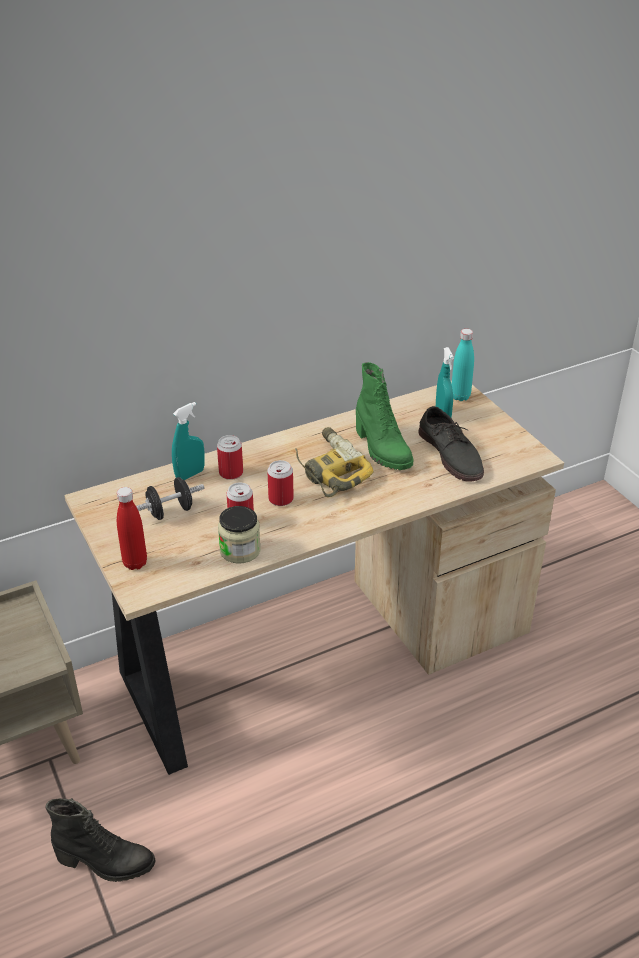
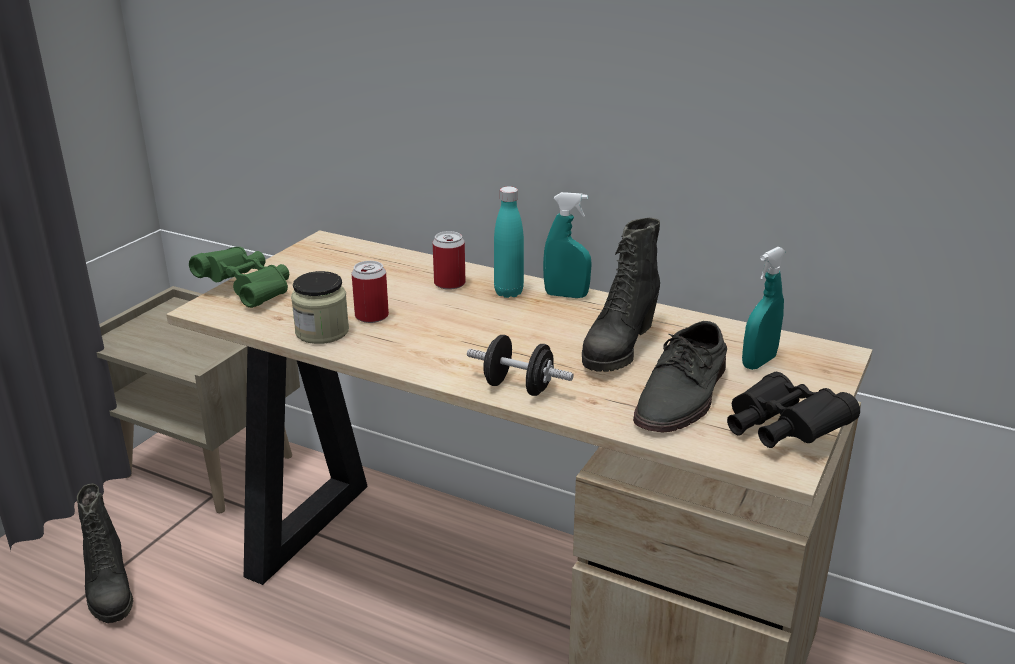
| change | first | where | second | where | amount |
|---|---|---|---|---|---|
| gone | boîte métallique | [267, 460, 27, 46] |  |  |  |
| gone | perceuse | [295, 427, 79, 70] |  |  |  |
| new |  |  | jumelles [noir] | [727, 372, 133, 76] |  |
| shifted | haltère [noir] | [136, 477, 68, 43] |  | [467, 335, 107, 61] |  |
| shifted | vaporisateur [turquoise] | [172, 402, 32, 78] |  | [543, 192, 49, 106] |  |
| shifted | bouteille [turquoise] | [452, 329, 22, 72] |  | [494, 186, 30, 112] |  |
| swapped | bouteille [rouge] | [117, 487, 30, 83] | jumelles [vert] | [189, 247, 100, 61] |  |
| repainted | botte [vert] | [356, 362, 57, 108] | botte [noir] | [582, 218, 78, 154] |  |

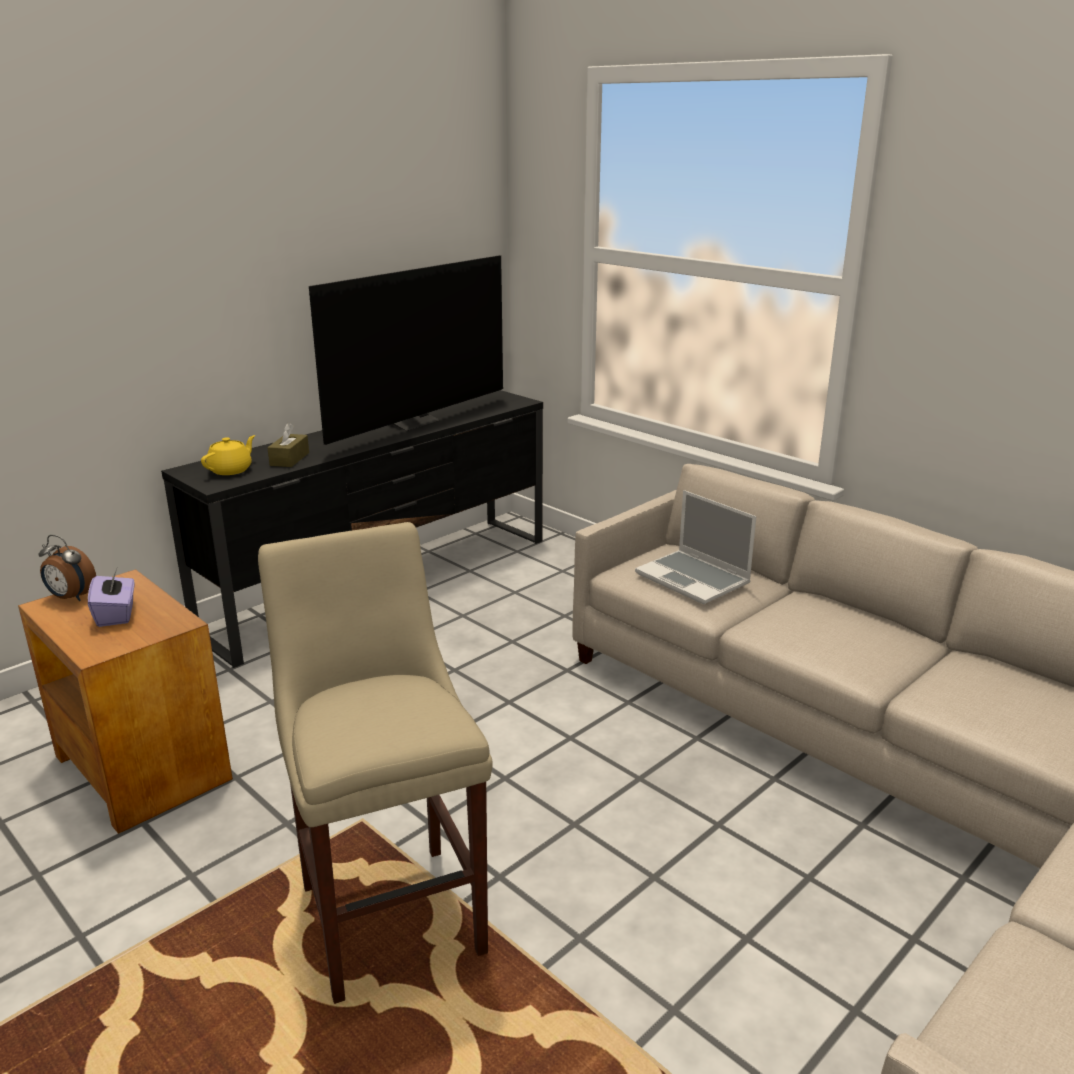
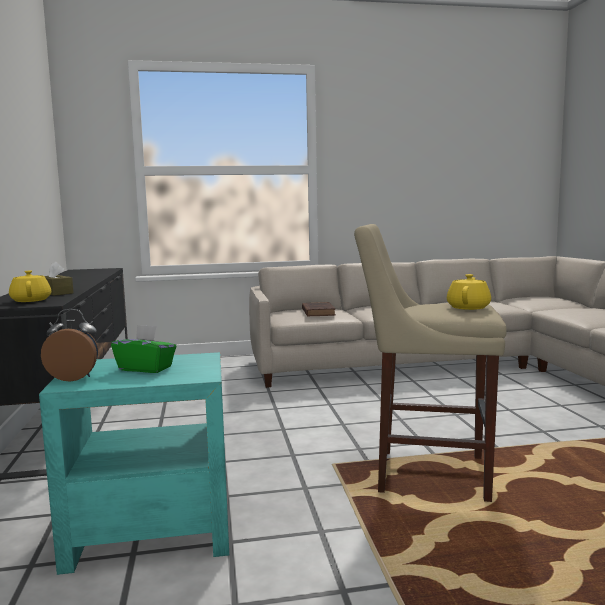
| change | first | where | second | where | amount |
|---|---|---|---|---|---|
| gone | téléviseur | [309, 255, 194, 190] |  |  |  |
| new |  |  | théière [jaune] | [447, 274, 44, 36] |  |
| swapped | ordinateur portable | [635, 490, 121, 115] | livre [marron] | [302, 302, 34, 15] |  |
| repainted | table d'appoint [marron] | [18, 569, 215, 265] | table d'appoint [turquoise] | [39, 352, 190, 223] |  |
| repainted | boîte à mouchoirs [violet] | [88, 568, 47, 59] | boîte à mouchoirs [vert] | [111, 325, 66, 48] |  |
| rotated | réveil | [38, 535, 58, 66] |  | [41, 309, 57, 72] | 150 degrees counterclockwise |

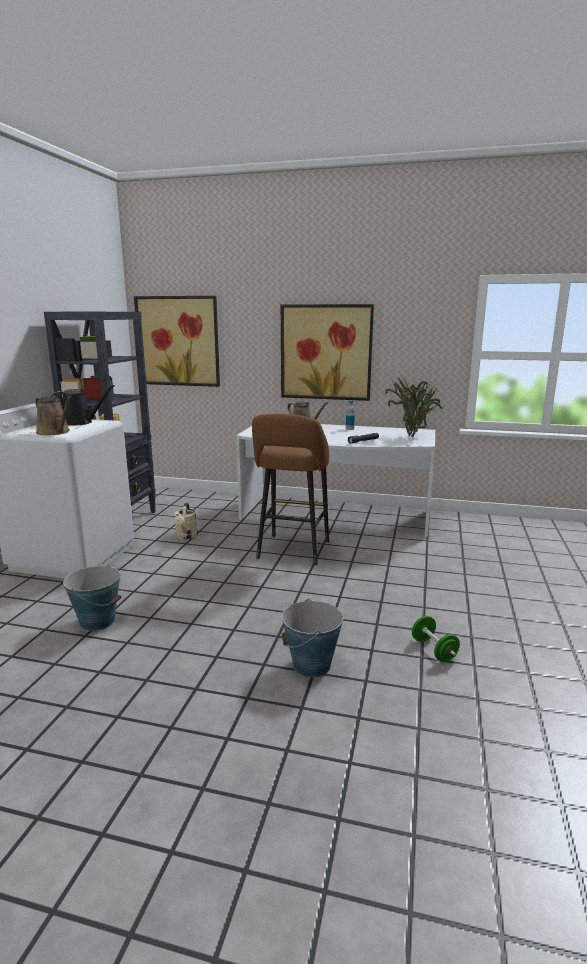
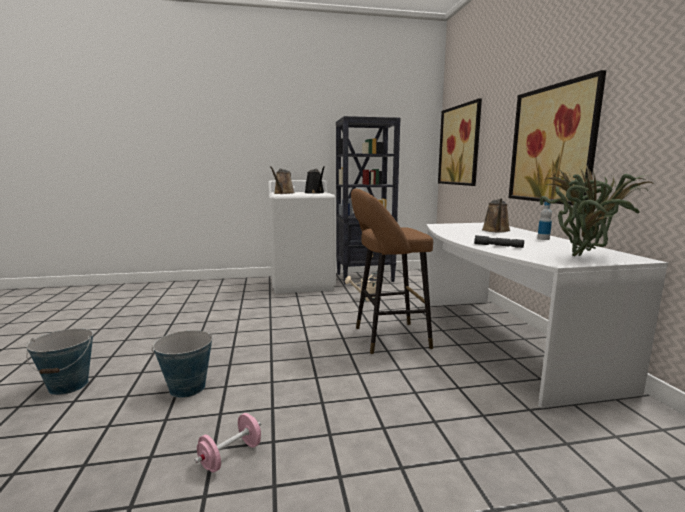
| change | first | where | second | where | amount |
|---|---|---|---|---|---|
| shifted | seau | [63, 564, 59, 67] |  | [26, 328, 67, 67] |  |
| repainted | haltère [vert] | [412, 616, 48, 46] | haltère [rose] | [194, 413, 67, 60] |  |

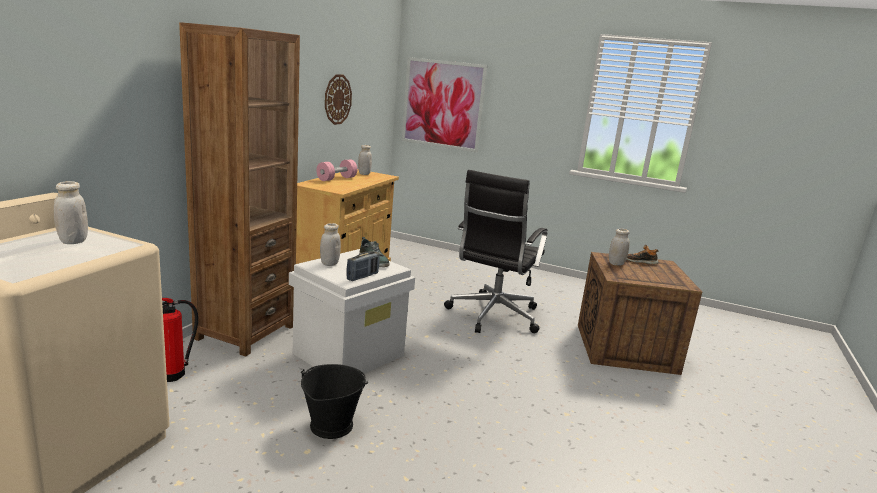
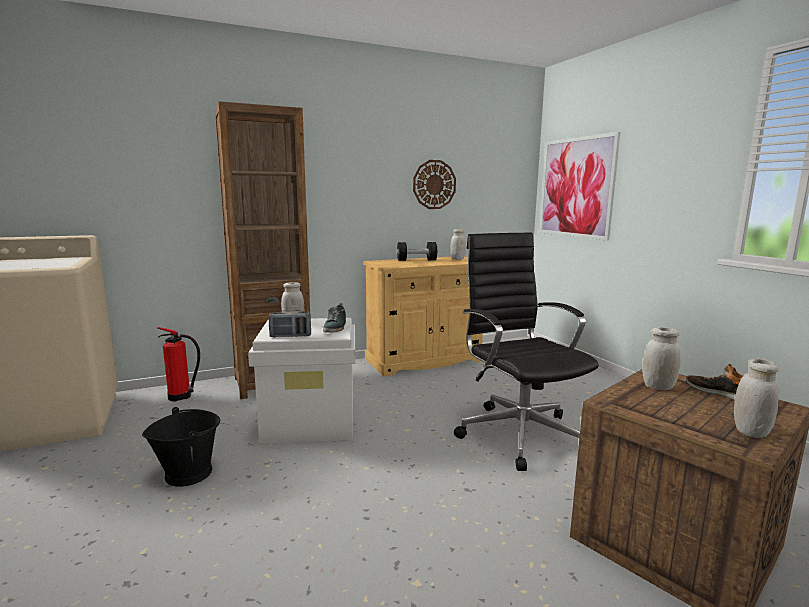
| change | first | where | second | where | amount |
|---|---|---|---|---|---|
| shifted | bocal [blanc] | [54, 181, 34, 63] |  | [734, 359, 45, 79] |  |
| repainted | haltère [rose] | [316, 159, 41, 22] | haltère [noir] | [397, 242, 40, 19] |  |
| rotated | chaise de bureau [noir] | [444, 170, 103, 163] |  | [454, 232, 145, 239] | 90 degrees clockwise |

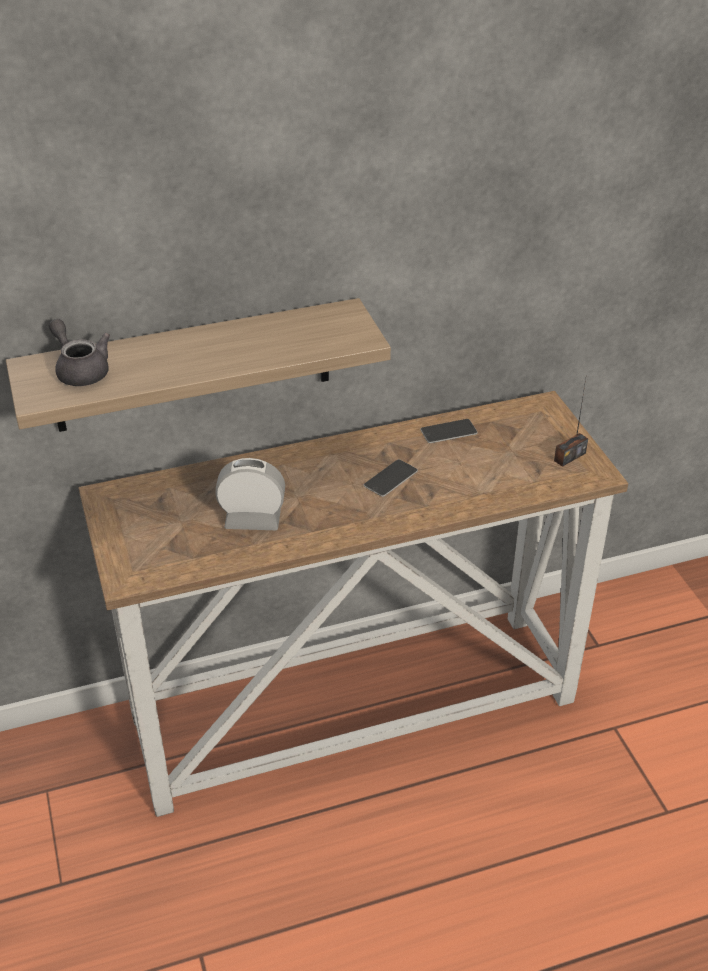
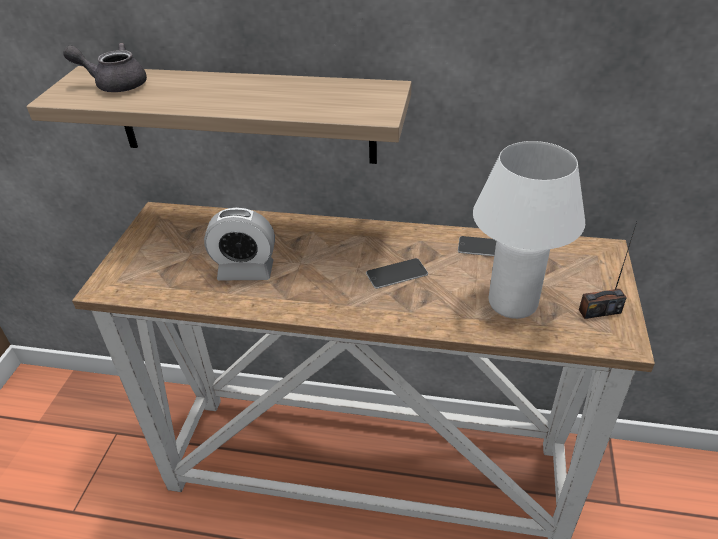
| change | first | where | second | where | amount |
|---|---|---|---|---|---|
| new |  |  | lampe de table [blanc] | [473, 141, 112, 178] |  |
| rotated | théière [gris] | [49, 319, 61, 67] |  | [63, 43, 84, 49] | 75 degrees counterclockwise |
| rotated | réveil | [215, 458, 70, 72] |  | [204, 207, 71, 74] | 150 degrees clockwise |

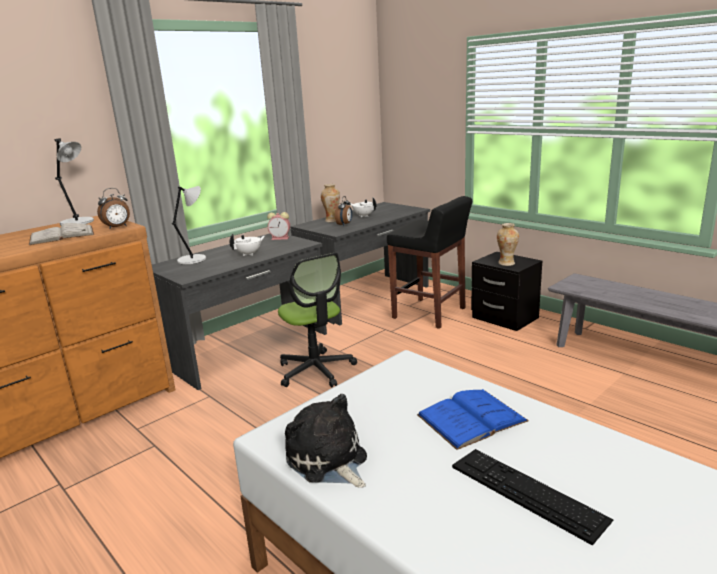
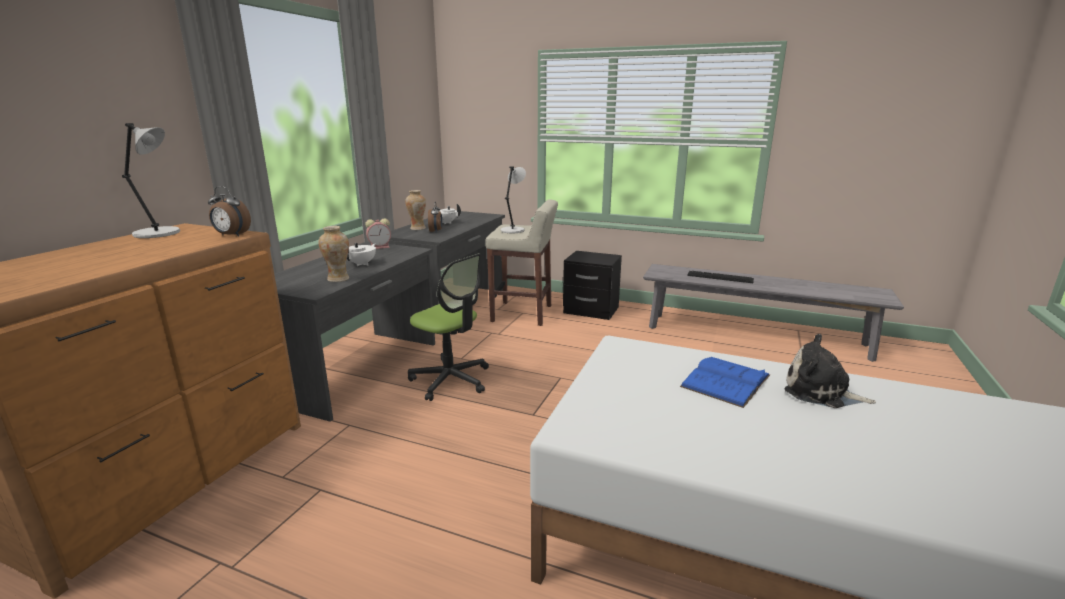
| change | first | where | second | where | amount |
|---|---|---|---|---|---|
| gone | livre [blanc] | [29, 223, 65, 22] |  |  |  |
| shifted | lampe de table [gris] | [172, 186, 34, 79] |  | [501, 166, 25, 67] |  |
| shifted | peluche | [285, 394, 82, 94] |  | [784, 334, 92, 74] |  |
| shifted | clavier | [452, 449, 162, 97] |  | [687, 271, 67, 12] |  |
| shifted | vase | [497, 223, 22, 43] |  | [318, 226, 31, 56] |  |
| repainted | tabouret [noir] | [387, 196, 85, 132] | tabouret [beige] | [485, 199, 73, 127] |  |
| rotated | réveil | [97, 188, 33, 41] |  | [208, 186, 43, 51] | 75 degrees clockwise |

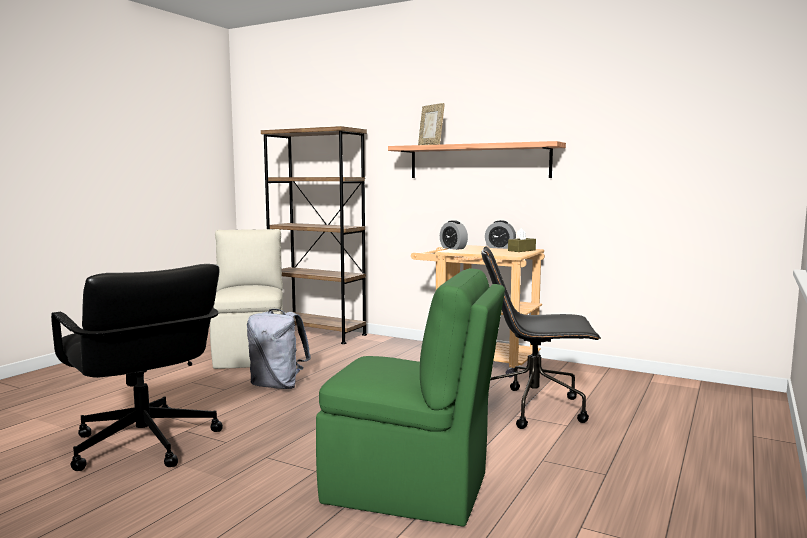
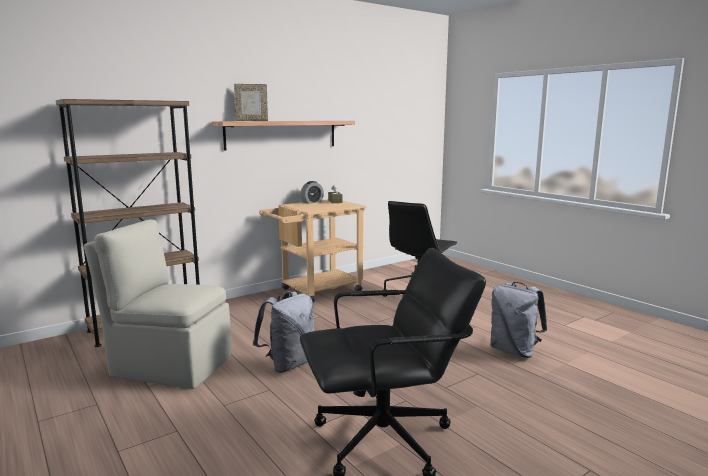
| change | first | where | second | where | amount |
|---|---|---|---|---|---|
| gone | réveil | [440, 220, 28, 30] |  |  |  |
| swapped | chaise [vert] | [316, 268, 189, 259] | sac à dos [gris] | [490, 282, 57, 76] |  |

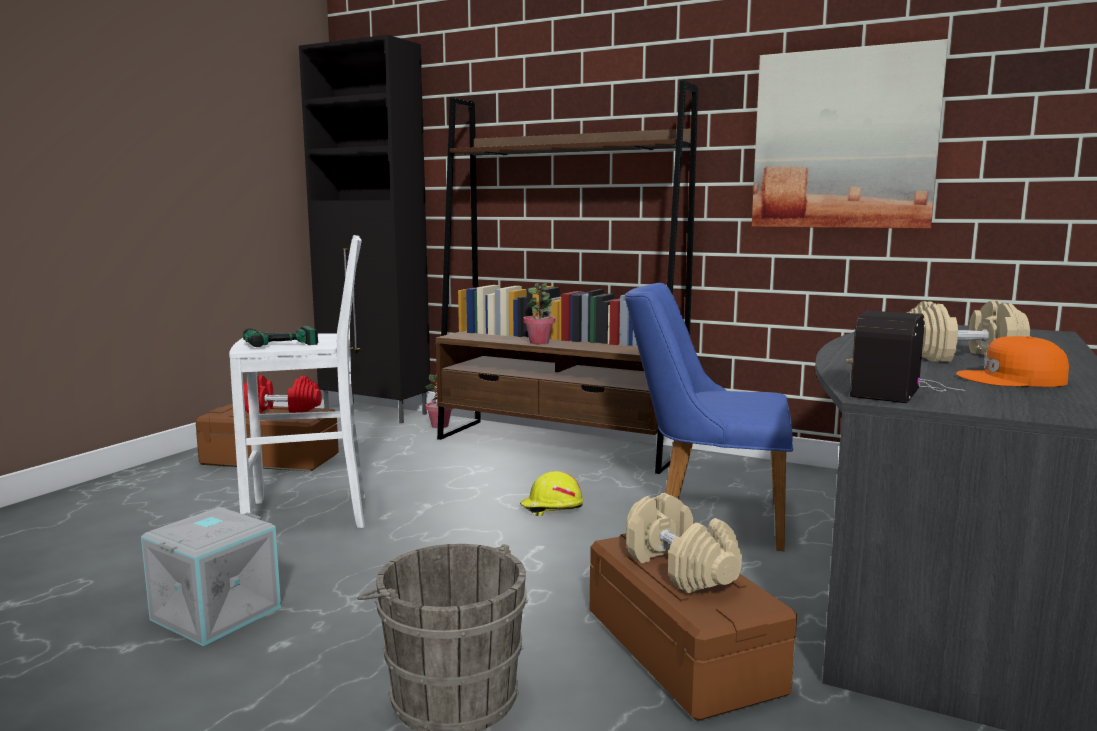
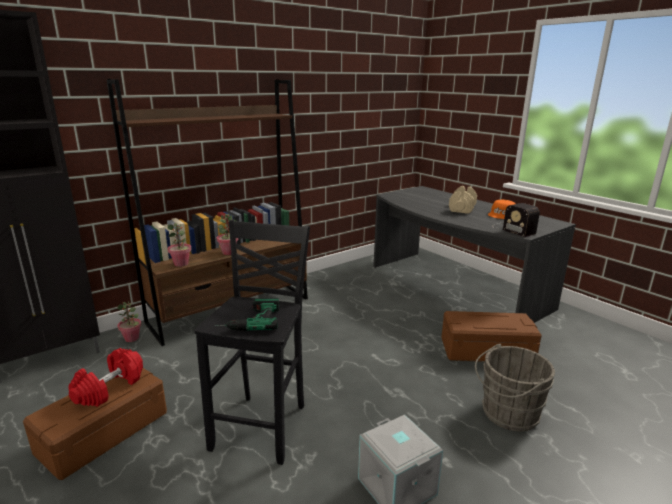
| change | first | where | second | where | amount |
|---|---|---|---|---|---|
| gone | casque de chantier [jaune] | [520, 471, 63, 45] |  |  |  |
| gone | chaise [bleu] | [625, 283, 168, 268] |  |  |  |
| gone | haltère [beige] | [626, 493, 116, 100] |  |  |  |
| gone | tableau | [752, 39, 196, 190] |  |  |  |
| new |  |  | plante en pot | [167, 223, 25, 44] |  |
| repainted | tabouret [blanc] | [229, 235, 136, 293] | tabouret [noir] | [194, 220, 116, 245] |  |

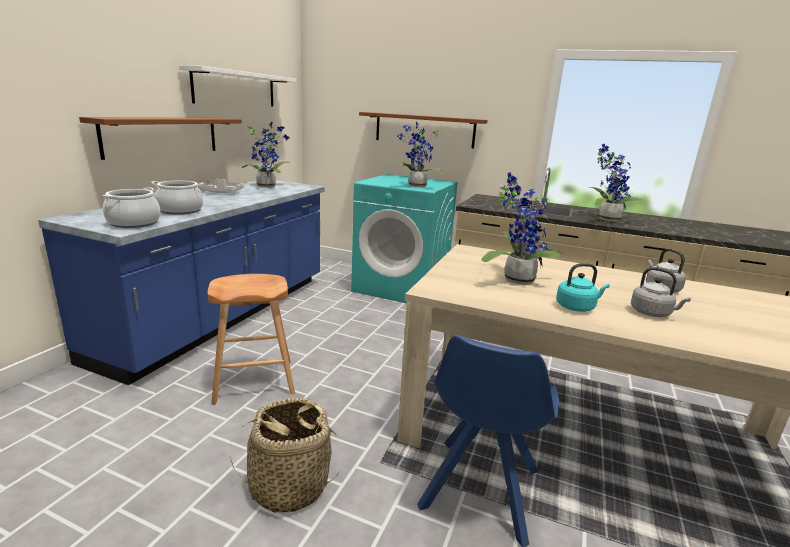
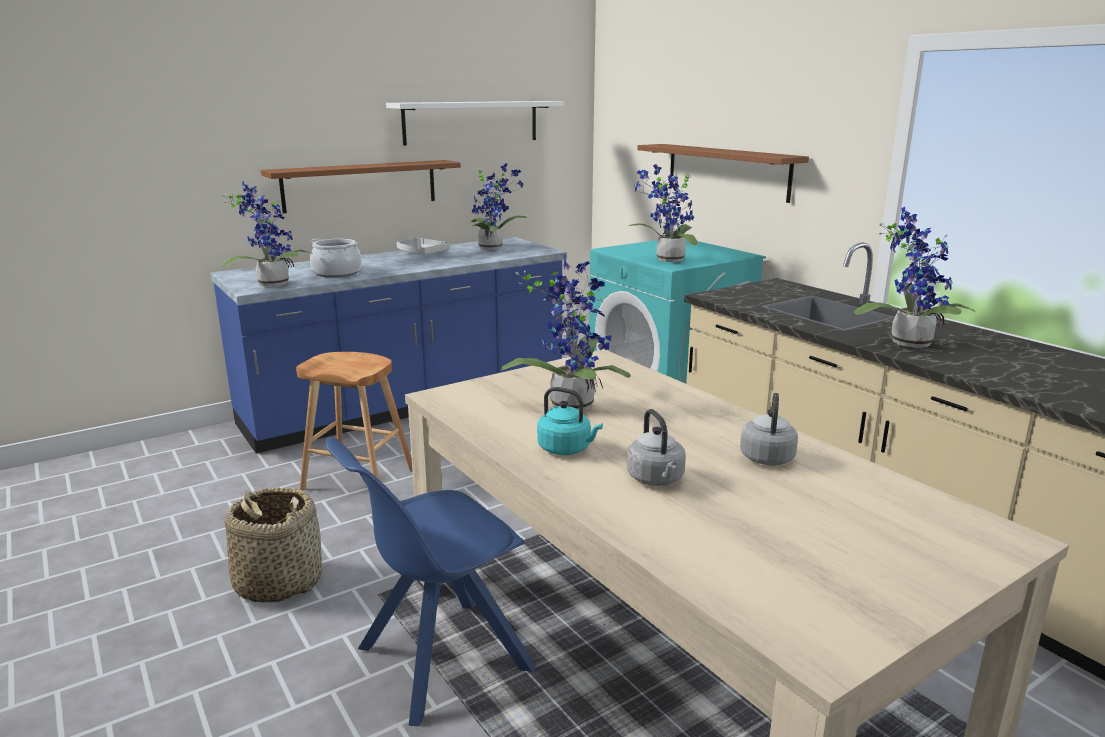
| change | first | where | second | where | amount |
|---|---|---|---|---|---|
| swapped | marmite | [102, 187, 58, 41] | plante en pot | [221, 181, 91, 105] |  |

